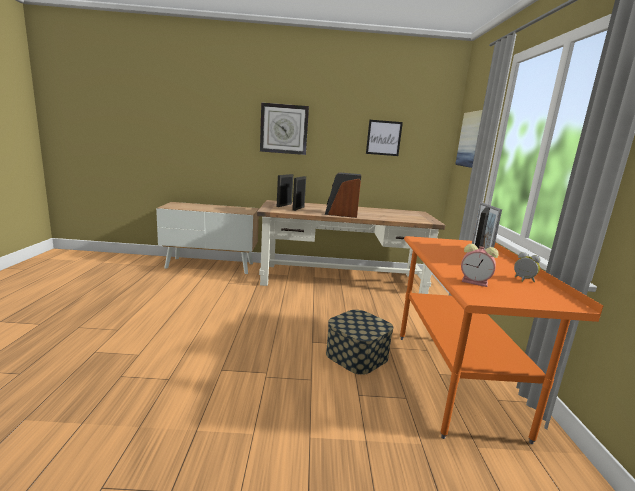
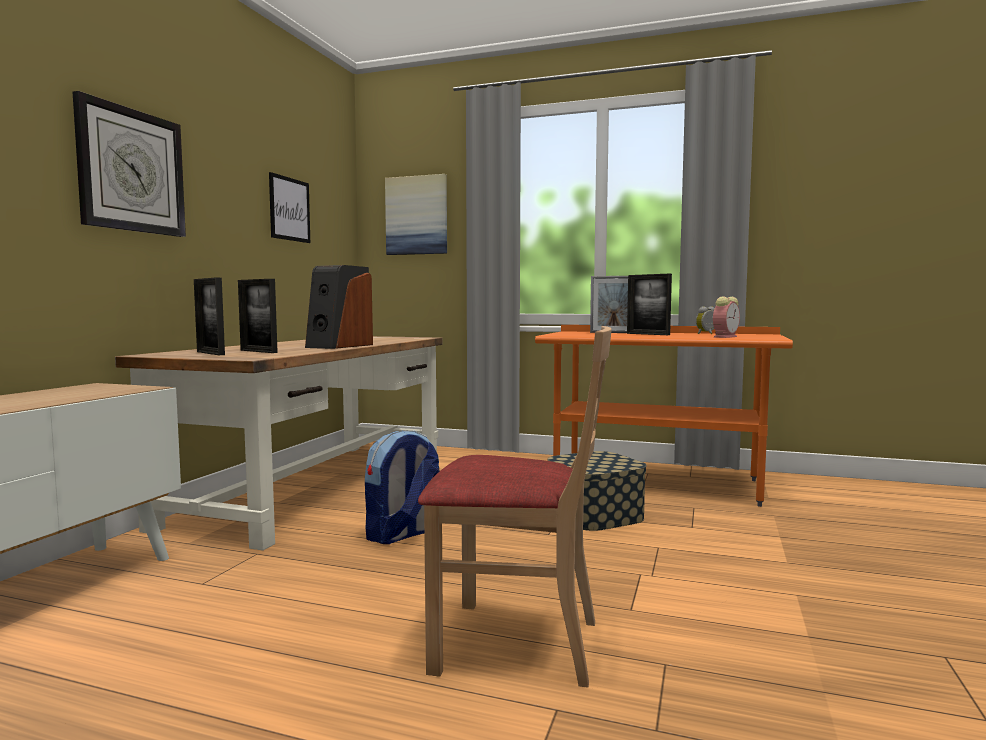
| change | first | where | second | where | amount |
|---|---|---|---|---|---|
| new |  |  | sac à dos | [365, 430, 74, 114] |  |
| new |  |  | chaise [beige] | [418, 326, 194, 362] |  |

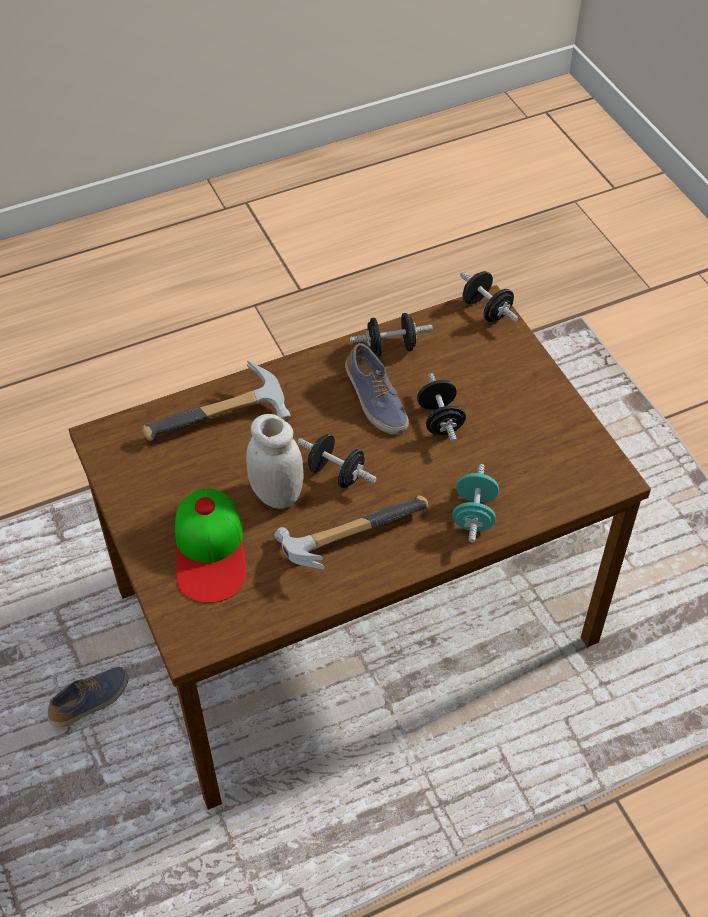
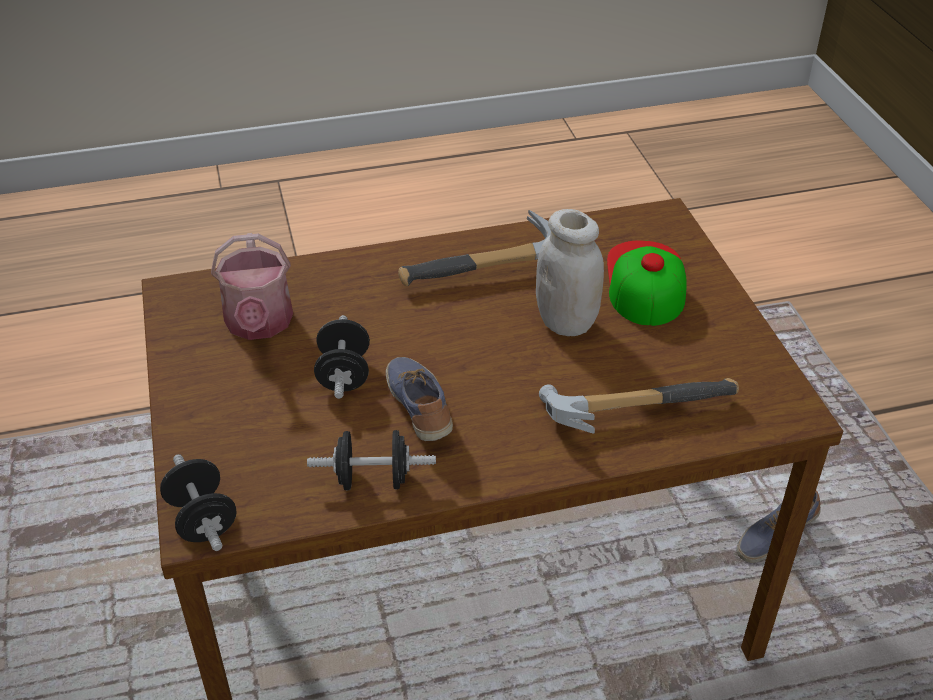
| change | first | where | second | where | amount |
|---|---|---|---|---|---|
| gone | haltère [noir] | [298, 434, 79, 54] |  |  |  |
| gone | haltère [turquoise] | [452, 464, 47, 78] |  |  |  |
| new |  |  | arrosoir | [211, 233, 82, 107] |  |

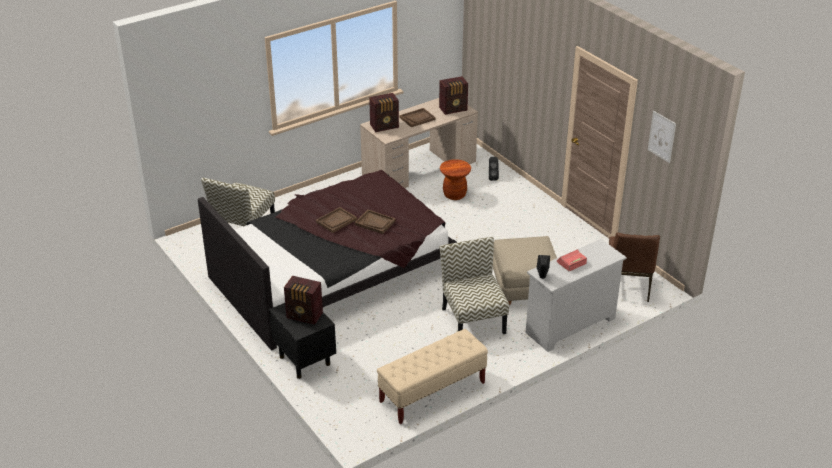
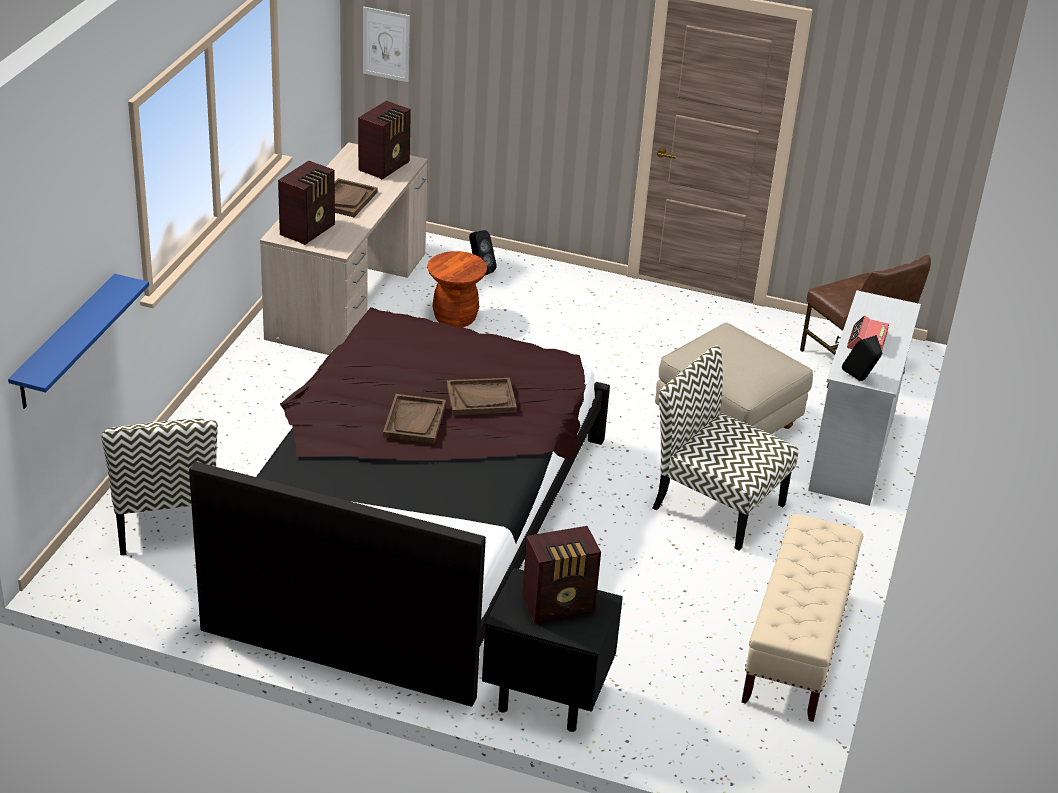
| change | first | where | second | where | amount |
|---|---|---|---|---|---|
| new |  |  | étagère [bleu] | [8, 274, 141, 135] |  |
| shifted | tableau | [648, 111, 28, 52] |  | [363, 7, 47, 75] |  |

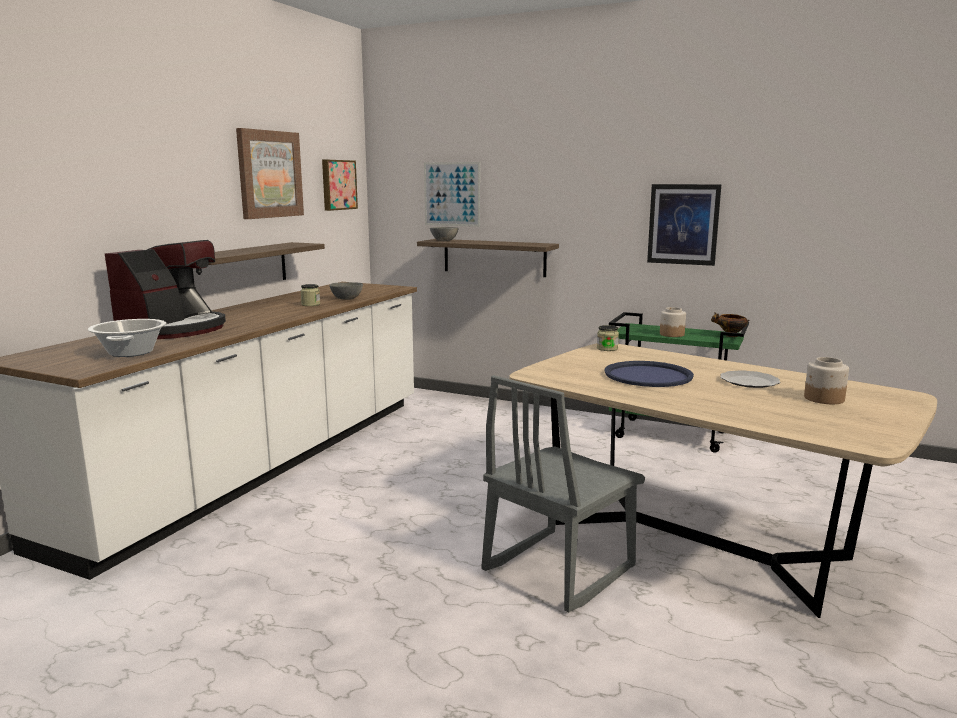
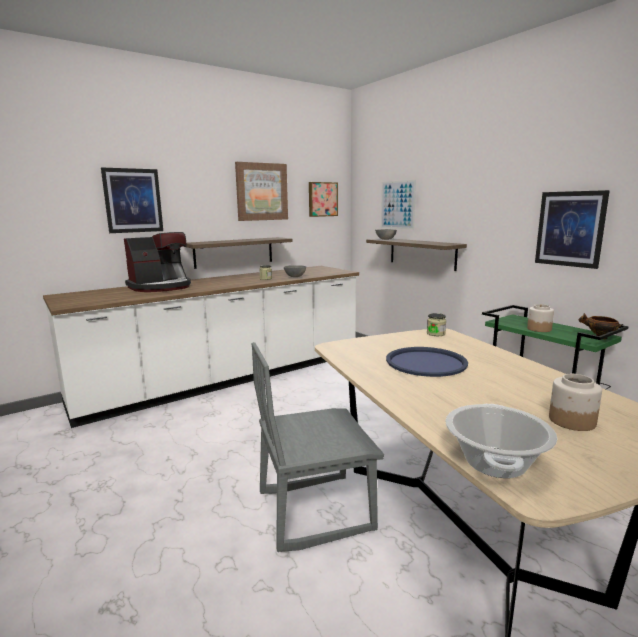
| change | first | where | second | where | amount |
|---|---|---|---|---|---|
| gone | assiette | [720, 370, 60, 18] |  |  |  |
| new |  |  | tableau | [101, 167, 62, 66] |  |
| shifted | marmite | [88, 319, 78, 38] |  | [445, 404, 112, 74] |  |

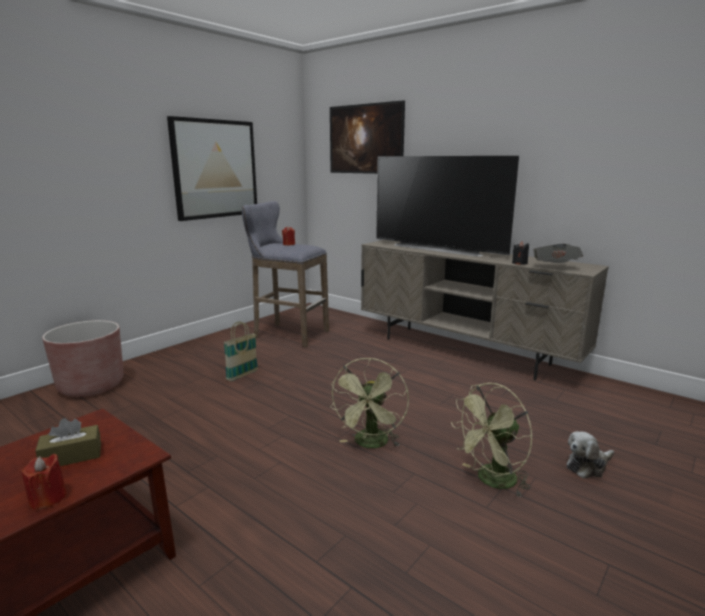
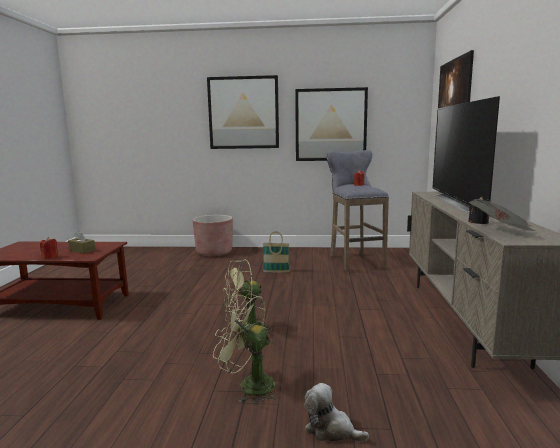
| change | first | where | second | where | amount |
|---|---|---|---|---|---|
| new |  |  | tableau | [207, 75, 72, 74] |  |

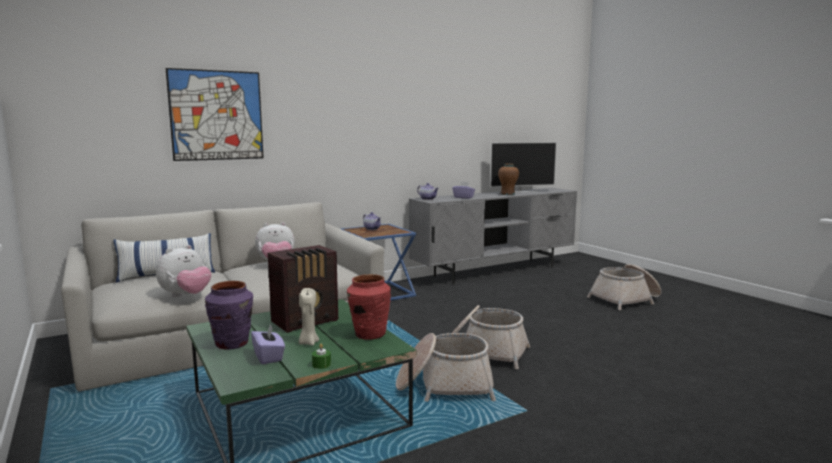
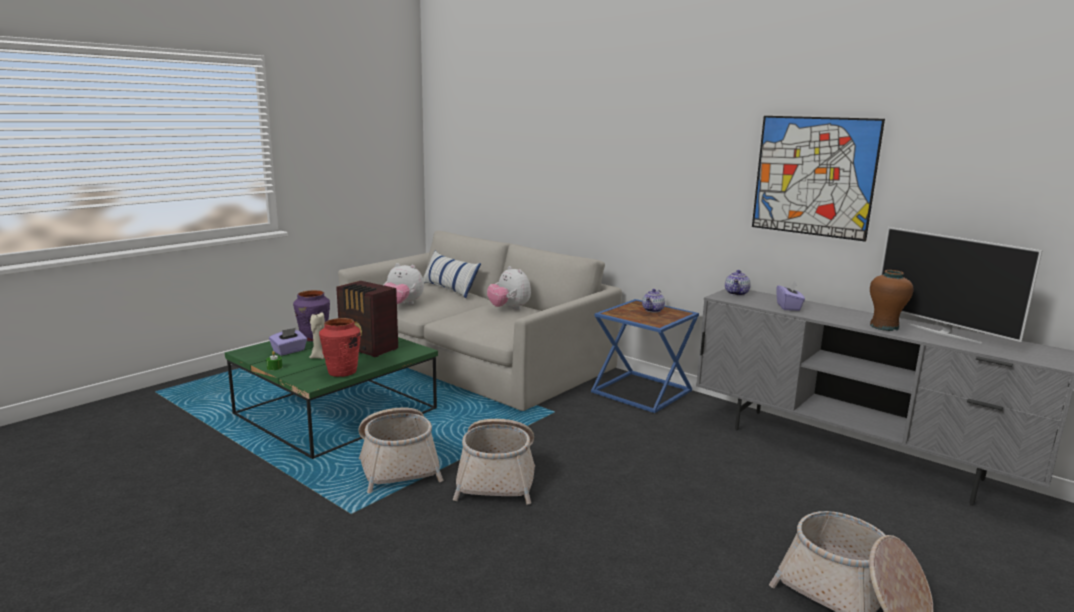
| change | first | where | second | where | amount |
|---|---|---|---|---|---|
| shifted | tableau | [166, 68, 98, 93] |  | [752, 116, 133, 126] |  |

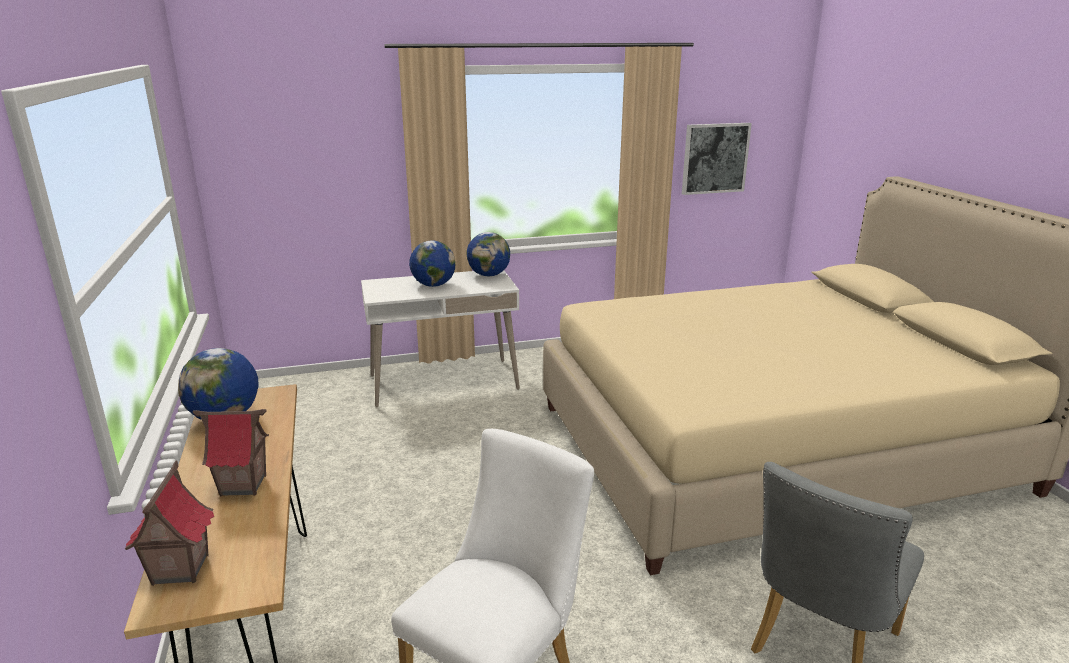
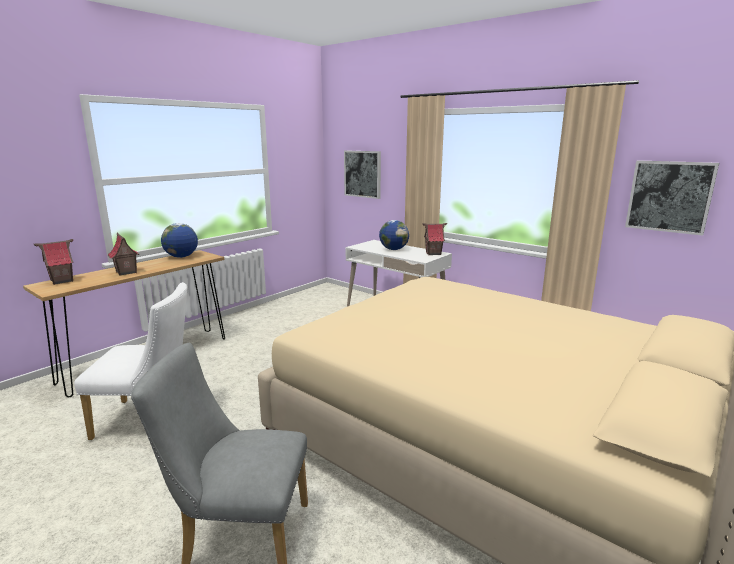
| change | first | where | second | where | amount |
|---|---|---|---|---|---|
| new |  |  | tableau | [344, 150, 37, 49] |  |
| swapped | globe | [466, 232, 44, 44] | maison miniature | [422, 223, 25, 32] |  |

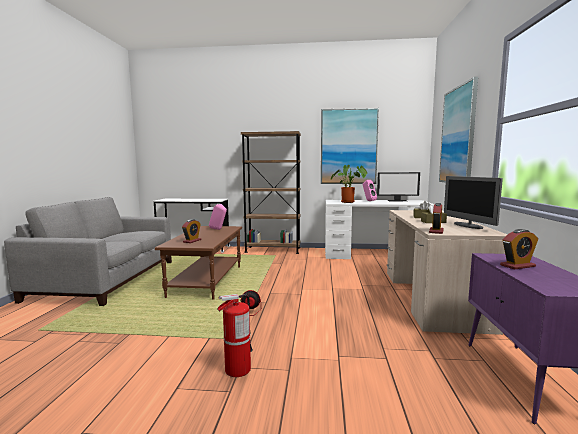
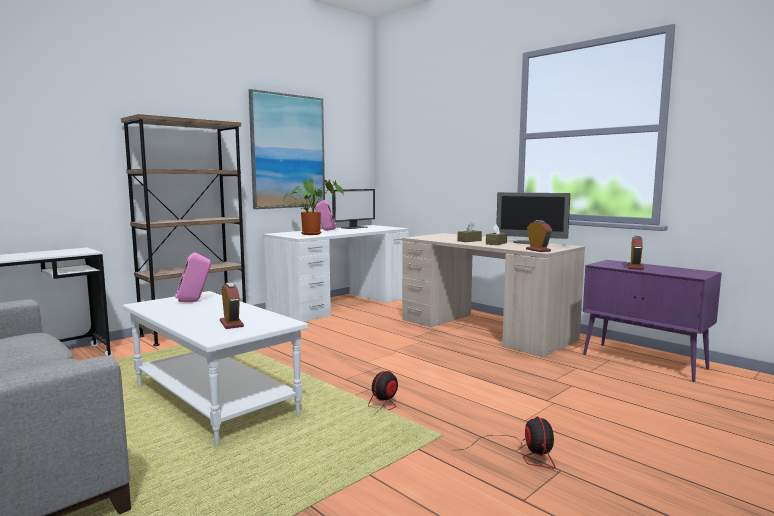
| change | first | where | second | where | amount |
|---|---|---|---|---|---|
| gone | tableau | [439, 77, 39, 106] |  |  |  |
| swapped | extincteur | [217, 294, 36, 83] | ventilateur | [461, 417, 94, 51] |  |
| repainted | table basse [marron] | [155, 226, 87, 74] | table basse [blanc] | [122, 291, 186, 154] |  |

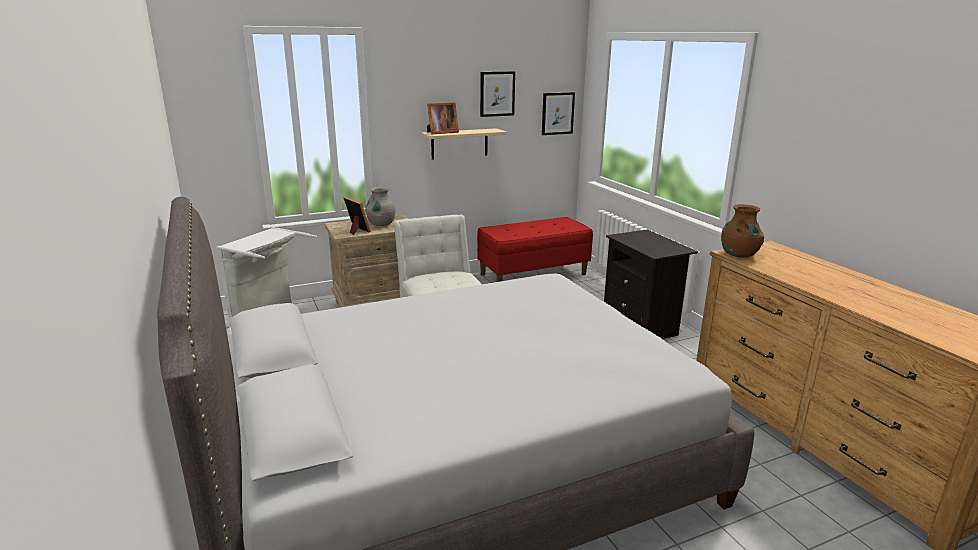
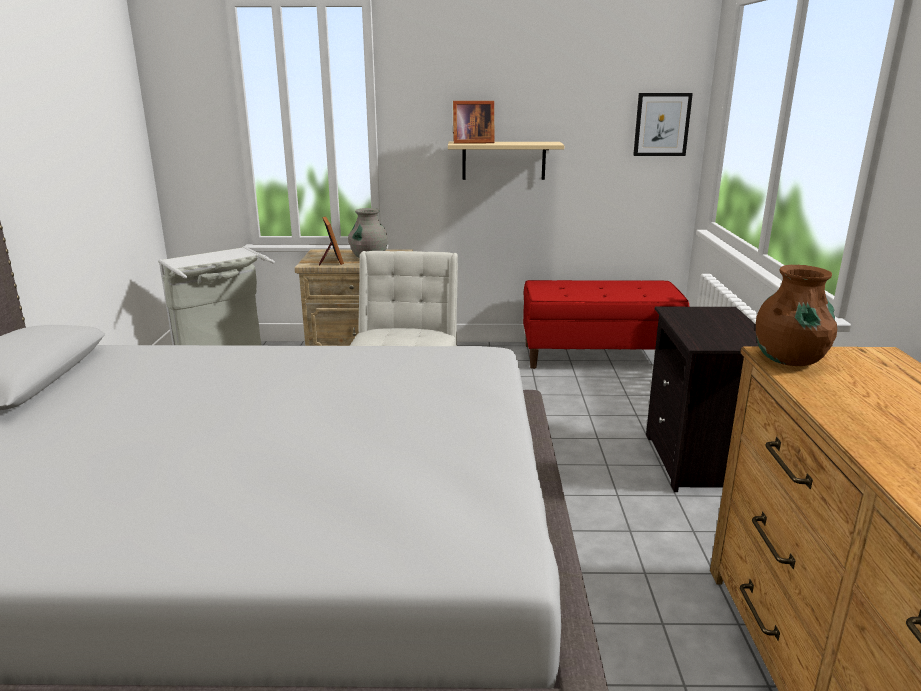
| change | first | where | second | where | amount |
|---|---|---|---|---|---|
| gone | tableau | [480, 71, 35, 46] |  |  |  |

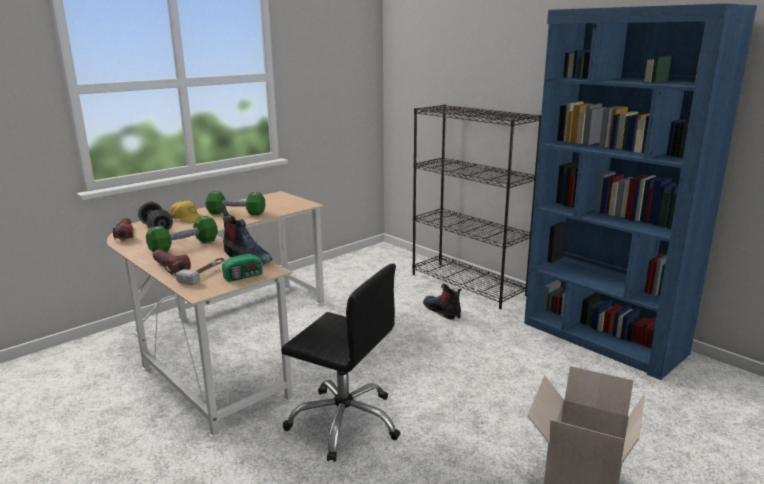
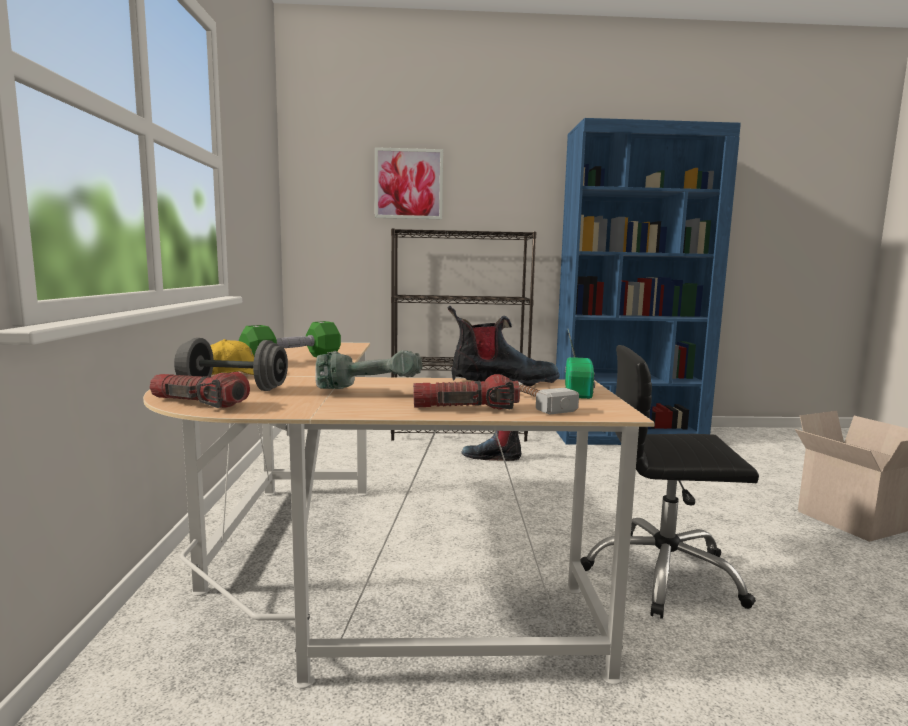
| change | first | where | second | where | amount |
|---|---|---|---|---|---|
| new |  |  | tableau | [375, 147, 68, 72] |  |
| swapped | haltère [vert] | [146, 216, 72, 36] | perceuse | [315, 350, 108, 39] |  |
| rotated | chaise de bureau [noir] | [281, 263, 120, 199] |  | [580, 345, 179, 274] | 150 degrees counterclockwise |

